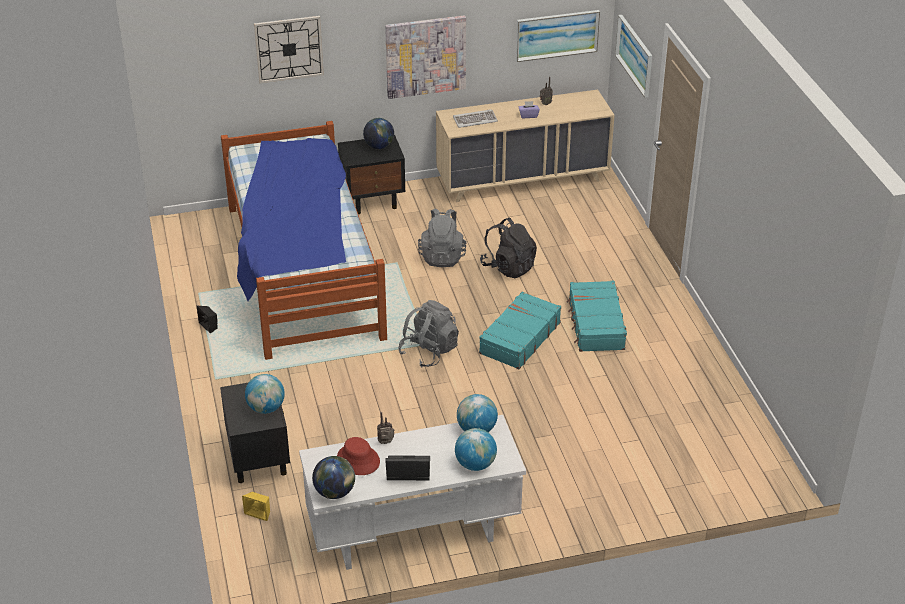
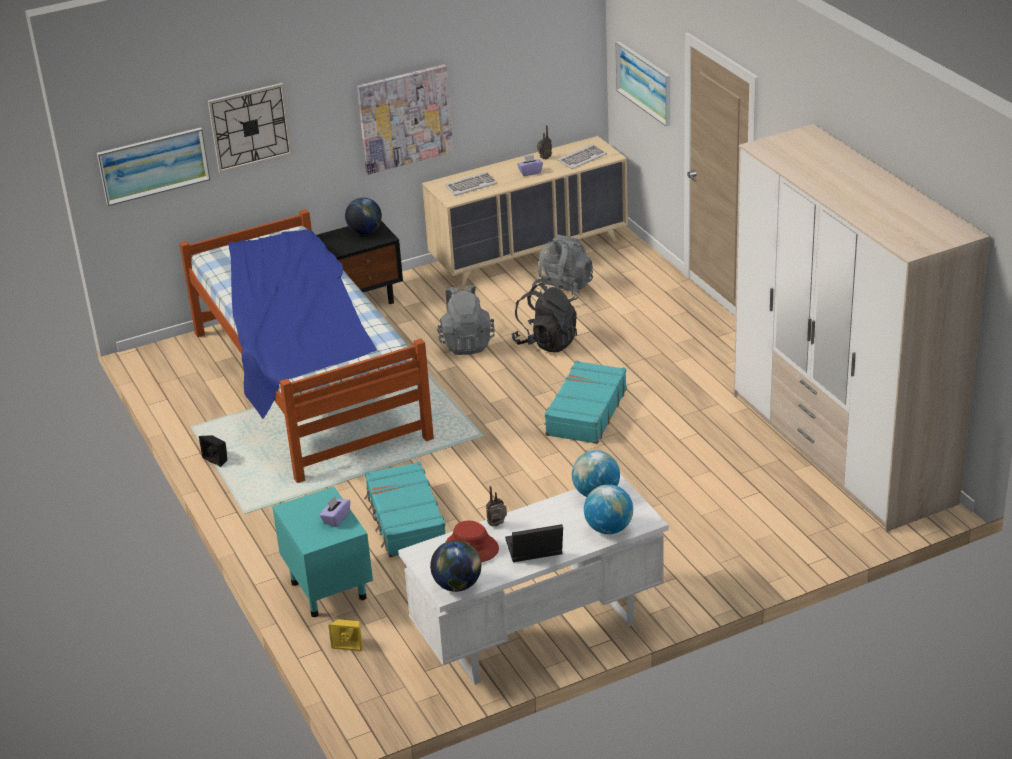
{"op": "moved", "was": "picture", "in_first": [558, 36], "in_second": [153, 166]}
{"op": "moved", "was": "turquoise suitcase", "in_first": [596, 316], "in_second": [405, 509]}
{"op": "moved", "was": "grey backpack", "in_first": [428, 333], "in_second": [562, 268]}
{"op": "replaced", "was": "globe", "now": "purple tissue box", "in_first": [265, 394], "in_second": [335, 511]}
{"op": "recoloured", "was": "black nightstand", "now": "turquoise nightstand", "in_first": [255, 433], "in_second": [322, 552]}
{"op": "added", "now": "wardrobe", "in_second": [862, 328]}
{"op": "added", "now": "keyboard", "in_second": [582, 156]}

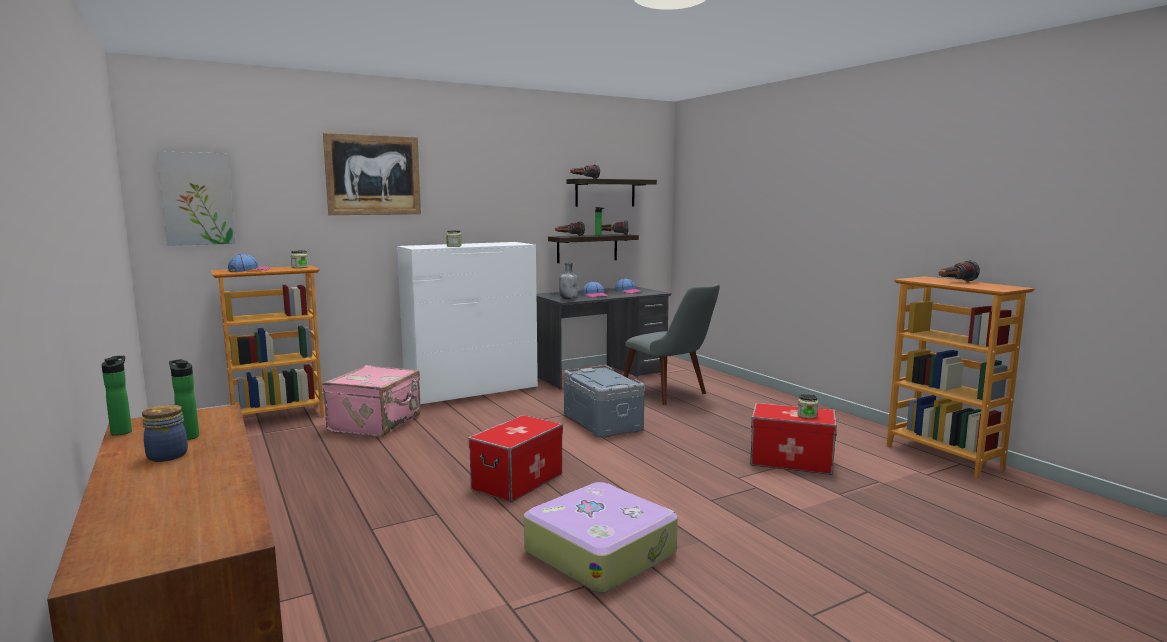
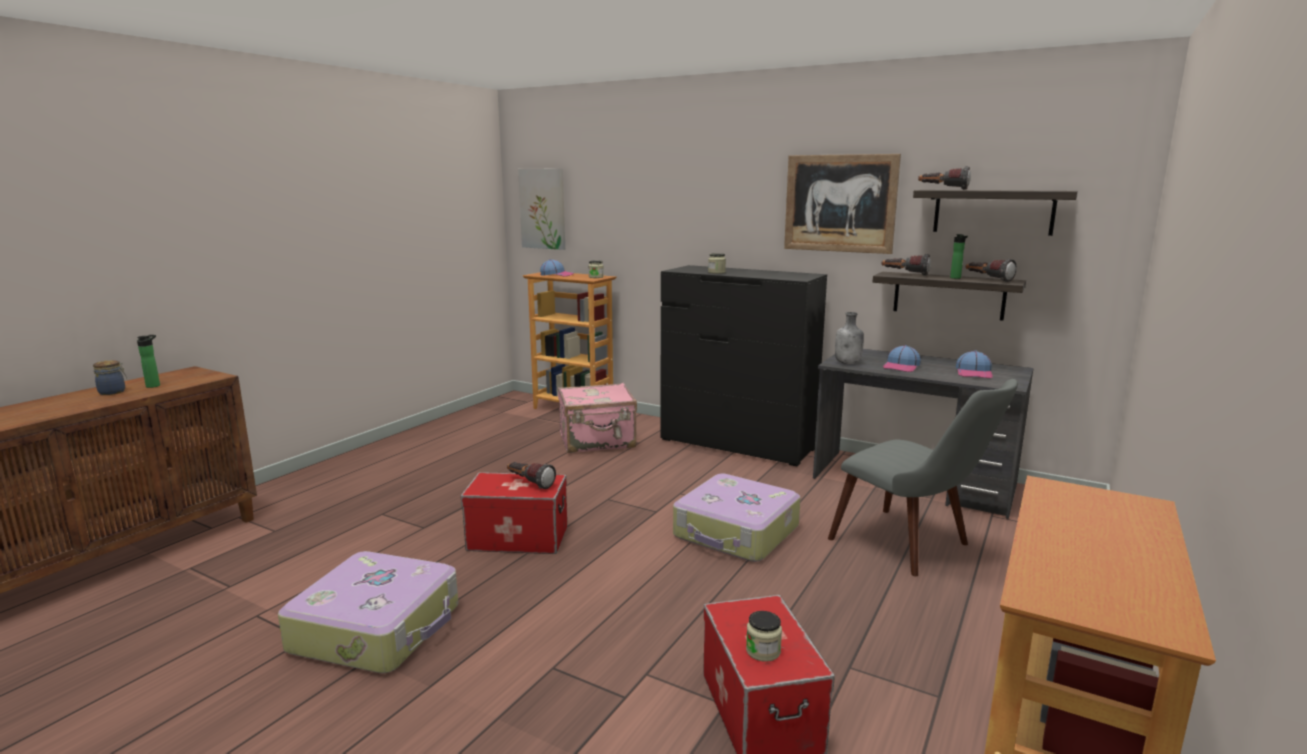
{"op": "moved", "was": "picture", "in_first": [372, 174], "in_second": [842, 204]}
{"op": "recoloured", "was": "white dresser", "now": "black dresser", "in_first": [467, 324], "in_second": [743, 366]}
{"op": "moved", "was": "flashlight", "in_first": [959, 271], "in_second": [531, 475]}
{"op": "turned", "was": "grey chair", "in_first": [671, 344], "in_second": [923, 477], "clockwise": -60}
{"op": "removed", "was": "bottle", "in_first": [116, 396]}
{"op": "replaced", "was": "grey storage box", "now": "suitcase", "in_first": [604, 401], "in_second": [737, 518]}

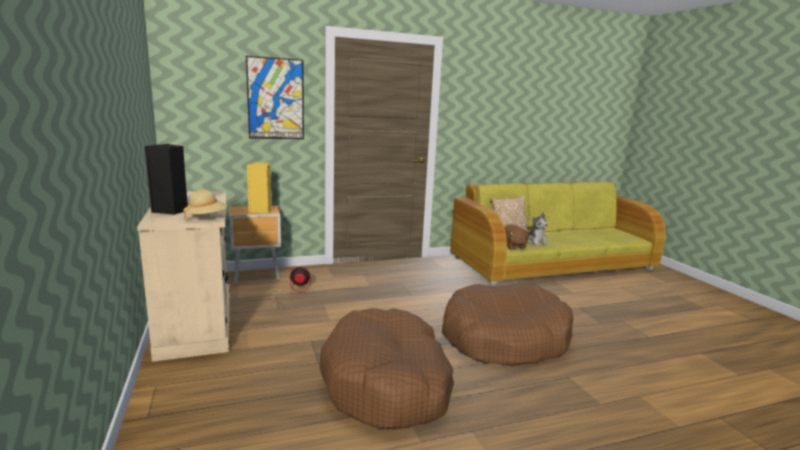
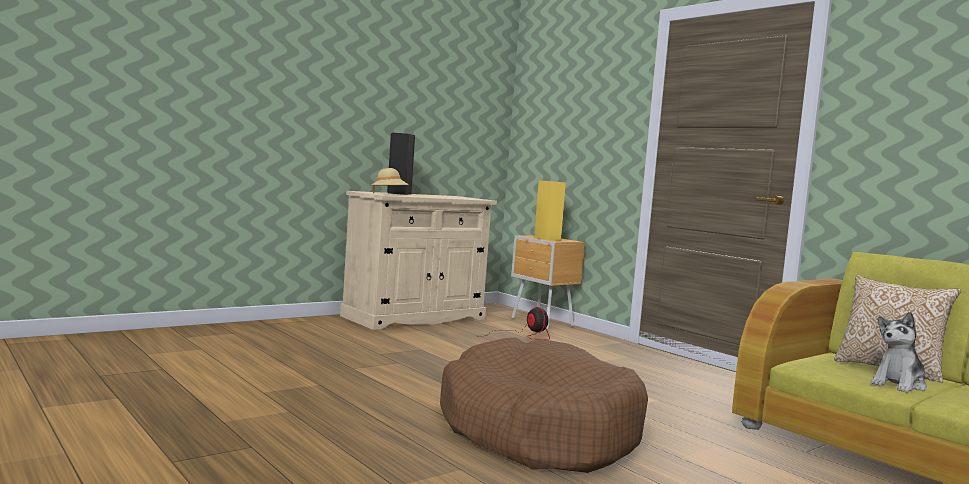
{"op": "removed", "was": "picture", "in_first": [275, 97]}
{"op": "removed", "was": "brown plush toy", "in_first": [517, 237]}
{"op": "removed", "was": "brown dog bed", "in_first": [386, 368]}

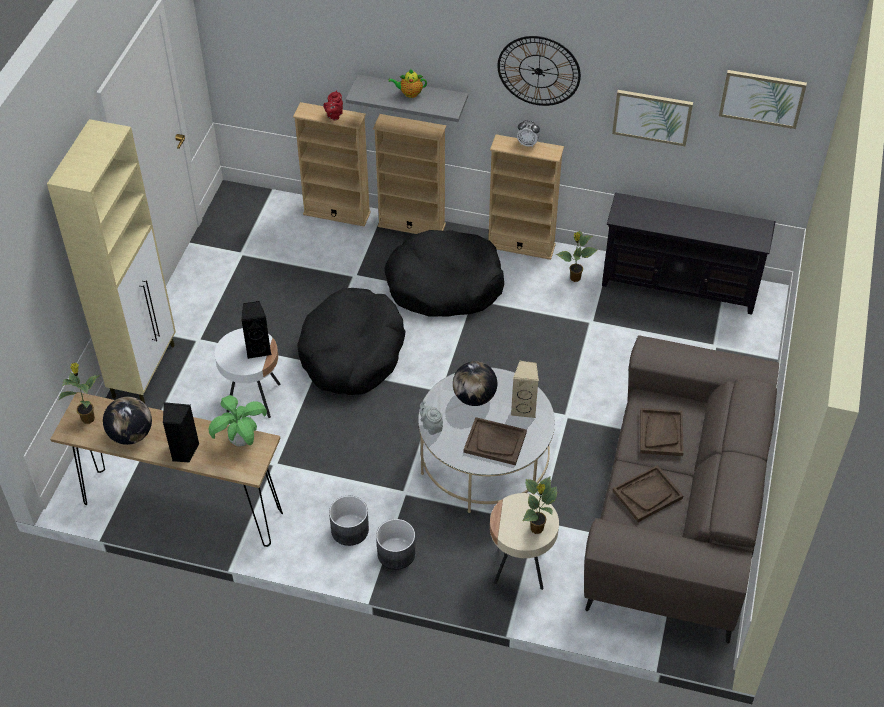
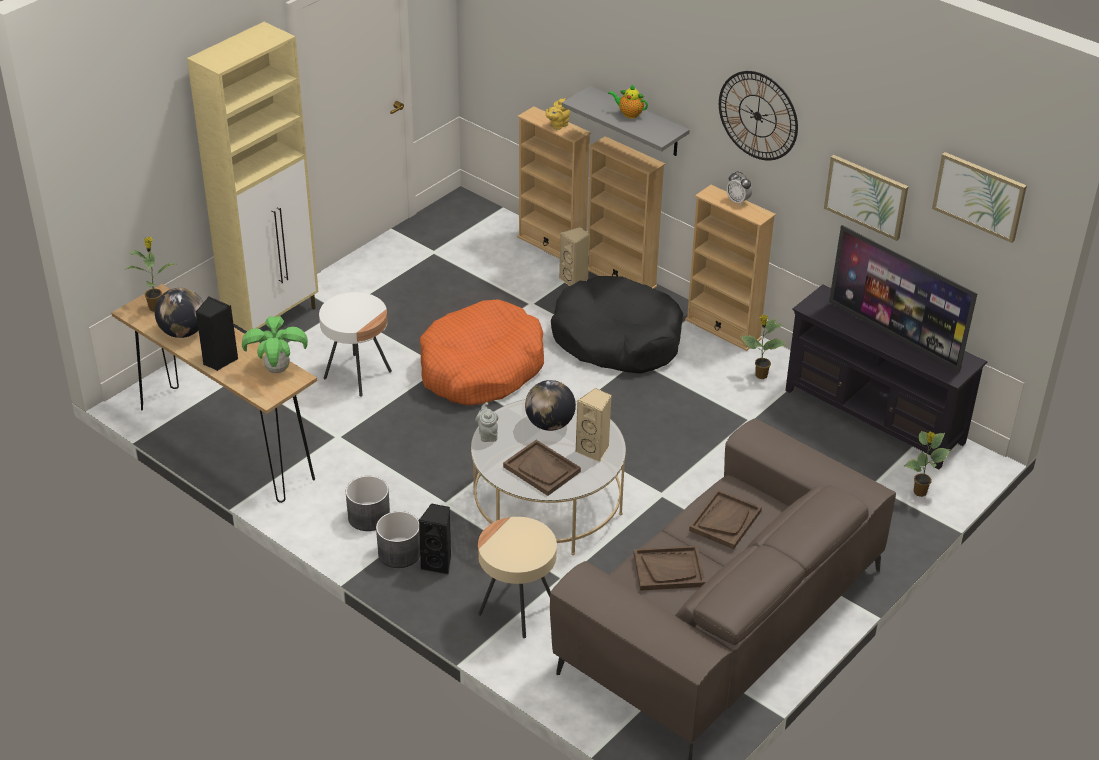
{"op": "recoloured", "was": "red teapot", "now": "yellow teapot", "in_first": [333, 105], "in_second": [558, 114]}
{"op": "recoloured", "was": "black dog bed", "now": "orange dog bed", "in_first": [351, 341], "in_second": [482, 352]}
{"op": "moved", "was": "black speaker", "in_first": [256, 330], "in_second": [435, 539]}
{"op": "moved", "was": "potted plant", "in_first": [539, 505], "in_second": [927, 464]}
{"op": "added", "now": "television", "in_second": [903, 298]}
{"op": "added", "now": "beige speaker", "in_second": [574, 256]}

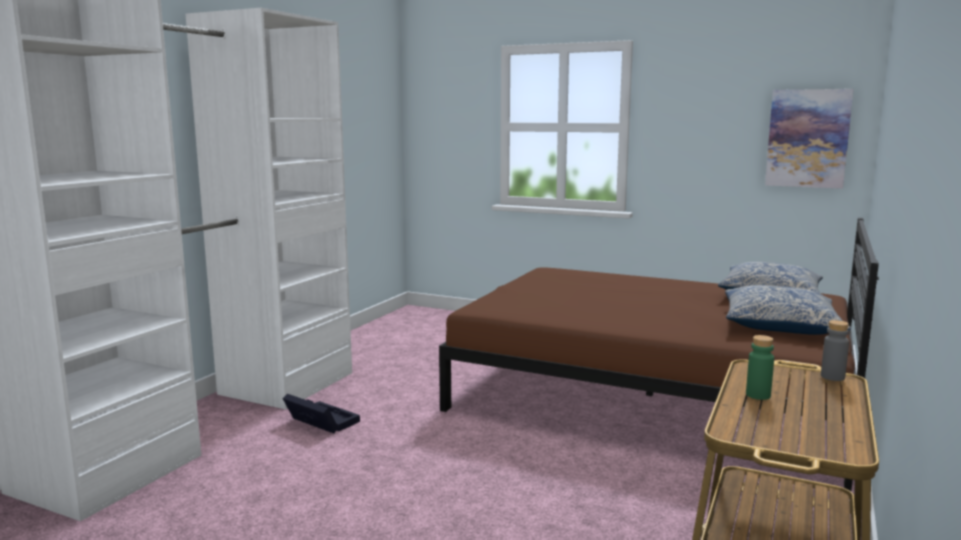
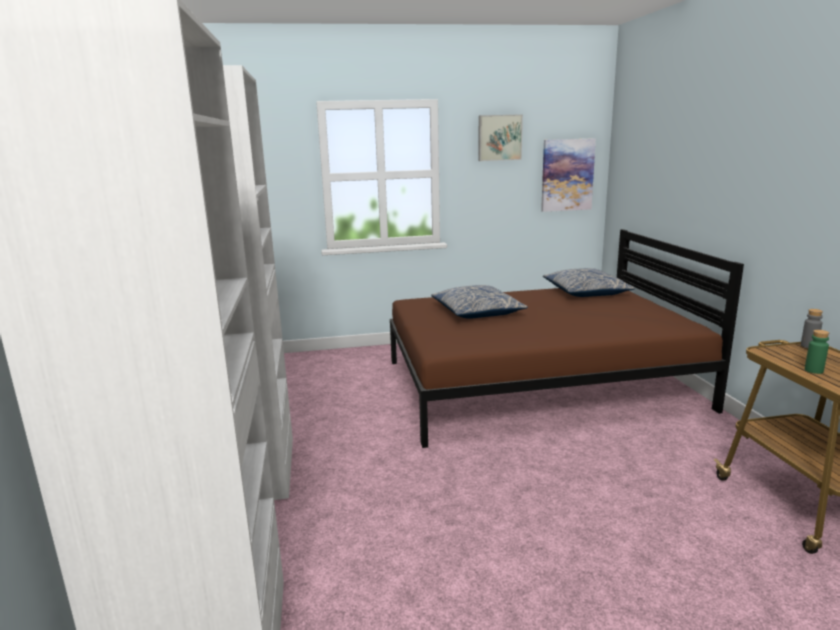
{"op": "moved", "was": "pillow", "in_first": [788, 310], "in_second": [479, 302]}
{"op": "removed", "was": "black storage box", "in_first": [321, 414]}
{"op": "added", "now": "picture", "in_second": [500, 137]}

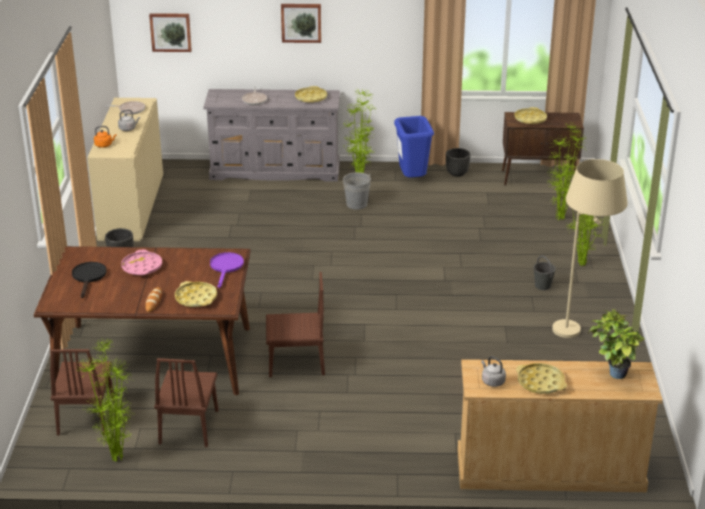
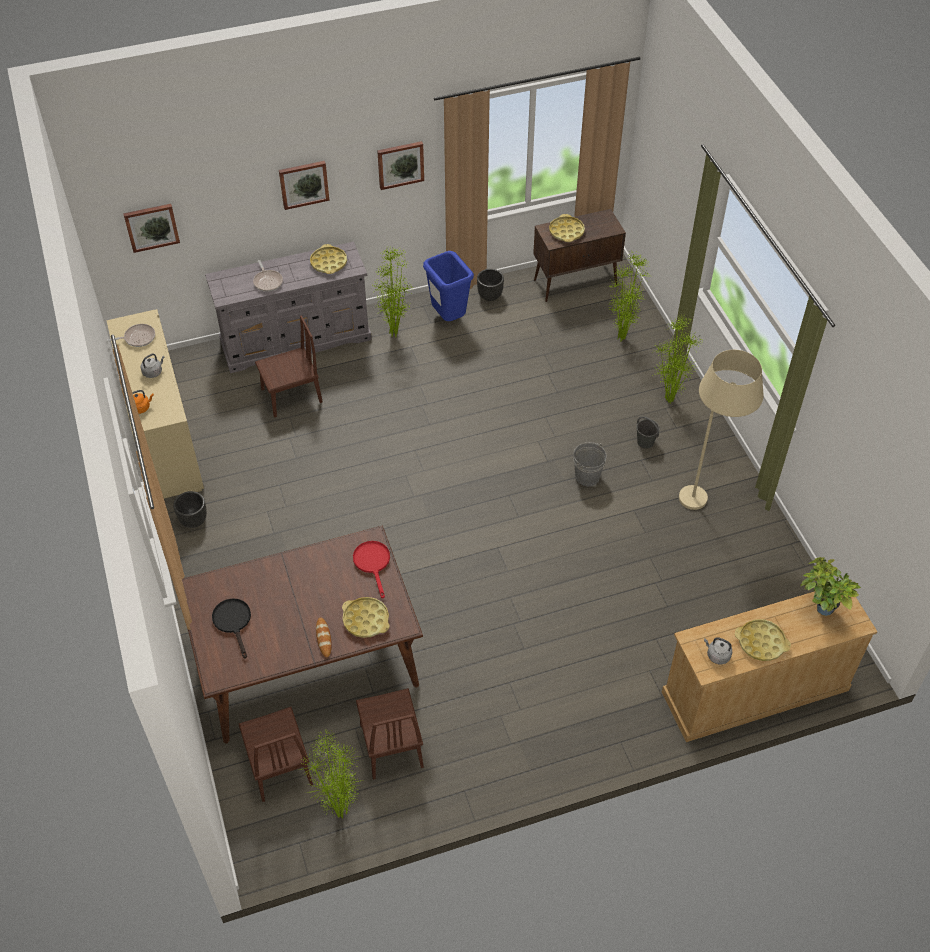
{"op": "moved", "was": "grey bucket", "in_first": [356, 191], "in_second": [589, 464]}
{"op": "removed", "was": "pink tray", "in_first": [141, 262]}
{"op": "recoloured", "was": "purple frying pan", "now": "red frying pan", "in_first": [227, 270], "in_second": [371, 569]}
{"op": "moved", "was": "brown chair", "in_first": [295, 324], "in_second": [289, 366]}
{"op": "added", "now": "picture", "in_second": [400, 165]}

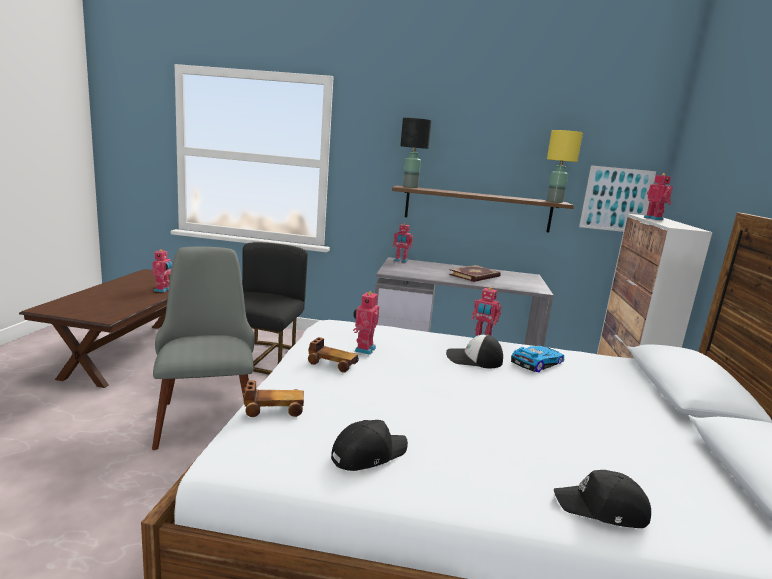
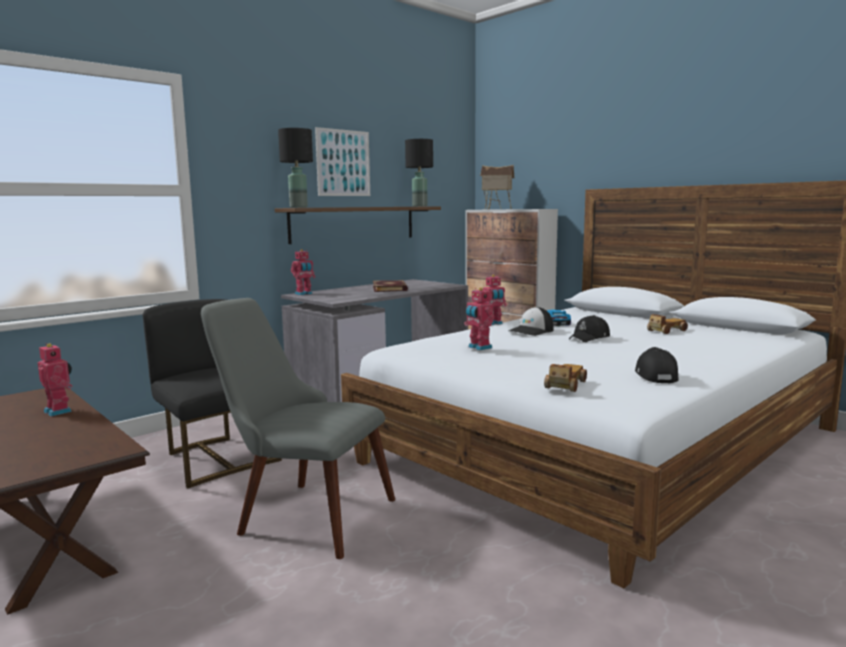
{"op": "recoloured", "was": "yellow table lamp", "now": "black table lamp", "in_first": [565, 166], "in_second": [419, 172]}
{"op": "moved", "was": "picture", "in_first": [617, 198], "in_second": [342, 161]}
{"op": "replaced", "was": "toy robot", "now": "toy house", "in_first": [658, 196], "in_second": [497, 187]}
{"op": "moved", "was": "toy car", "in_first": [333, 355], "in_second": [667, 324]}
{"op": "moved", "was": "black cap", "in_first": [602, 499], "in_second": [589, 328]}

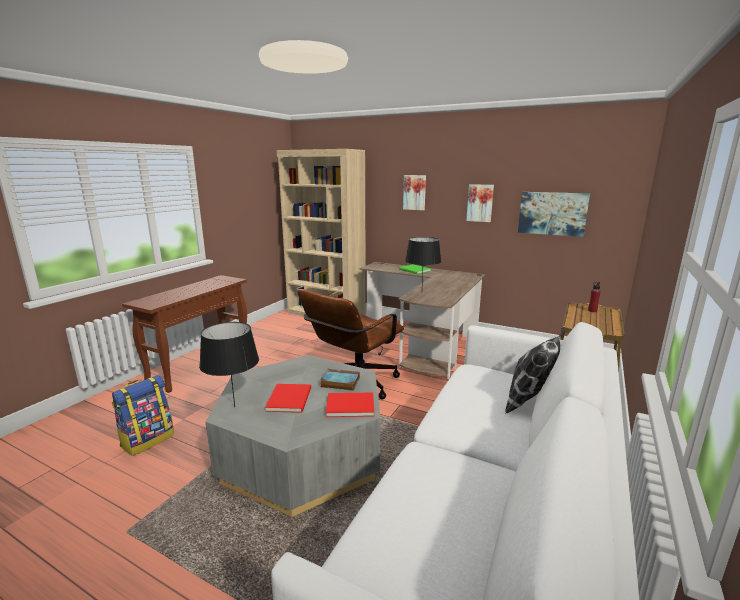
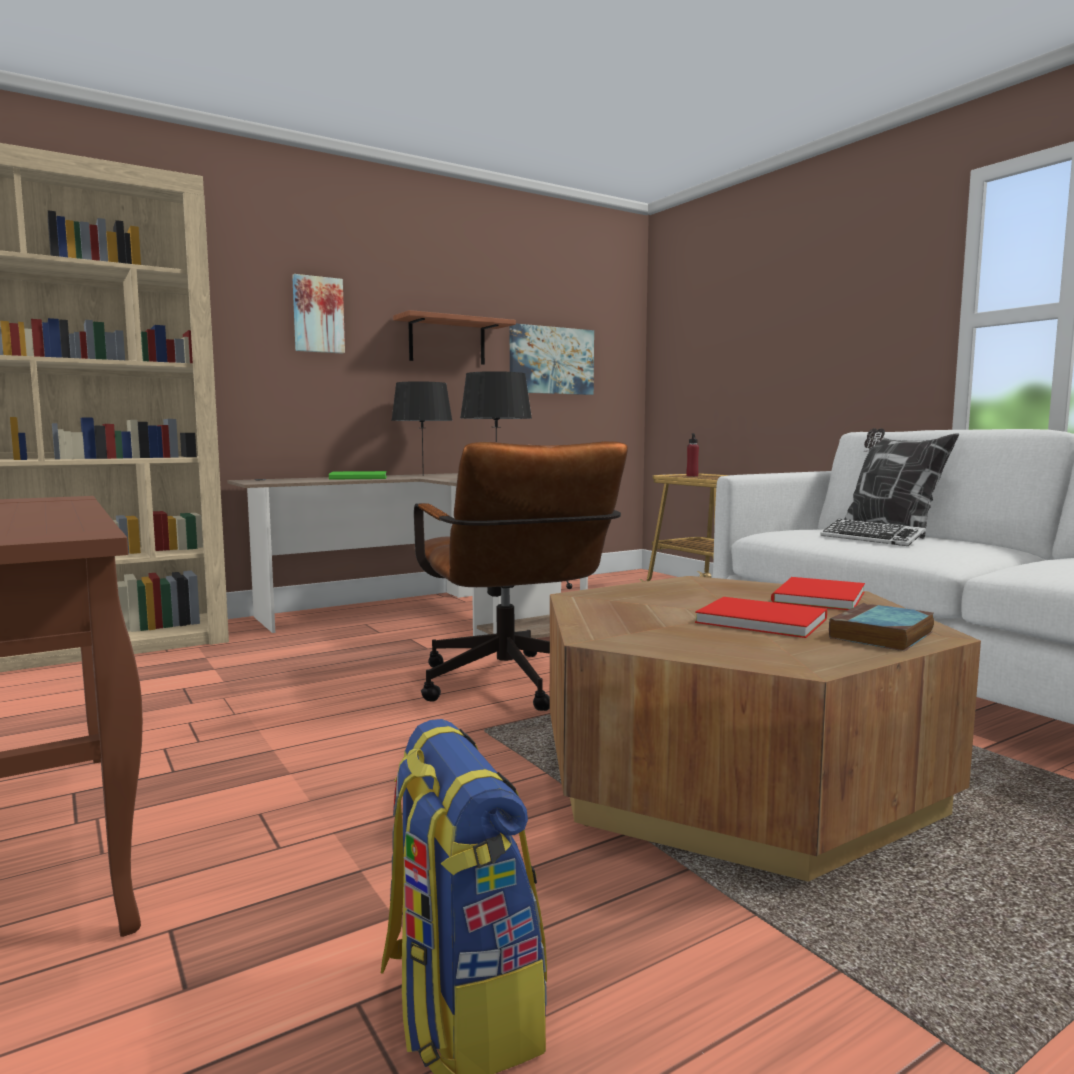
{"op": "replaced", "was": "picture", "now": "shelf", "in_first": [480, 203], "in_second": [454, 337]}
{"op": "moved", "was": "black table lamp", "in_first": [229, 365], "in_second": [422, 428]}
{"op": "recoloured", "was": "grey coffee table", "now": "brown coffee table", "in_first": [293, 436], "in_second": [765, 729]}
{"op": "moved", "was": "book", "in_first": [340, 380], "in_second": [881, 627]}
{"op": "added", "now": "keyboard", "in_second": [873, 532]}

